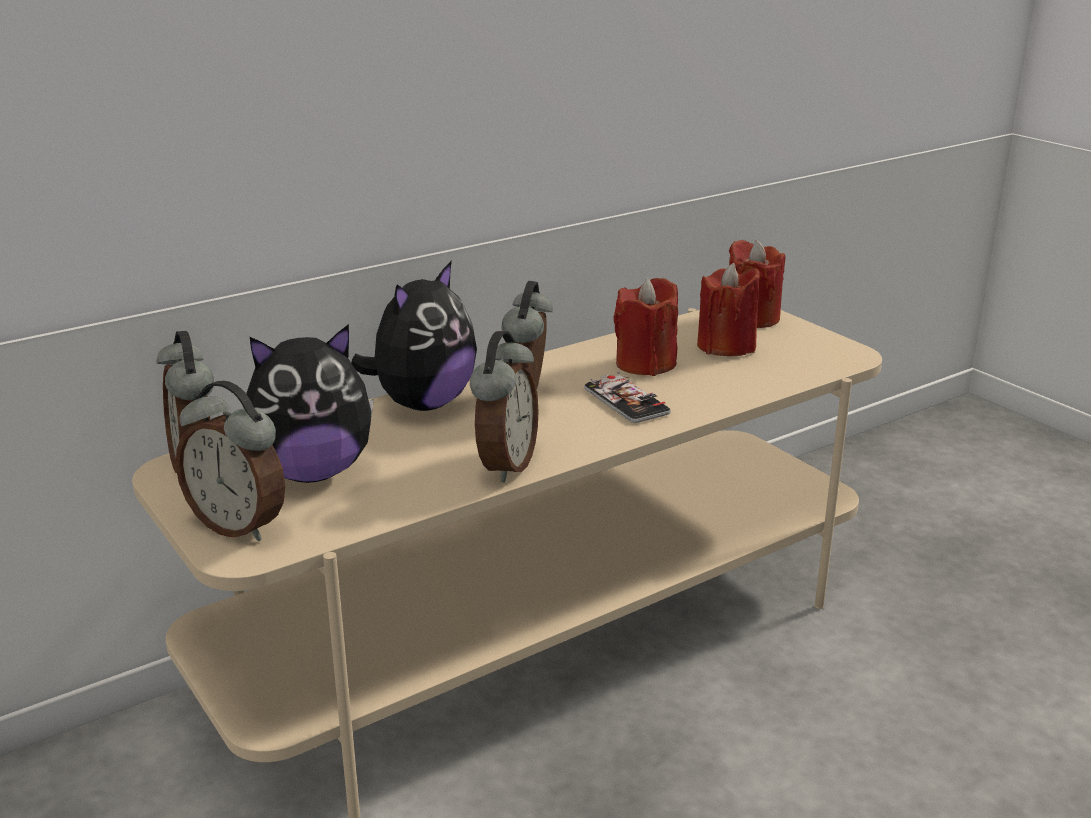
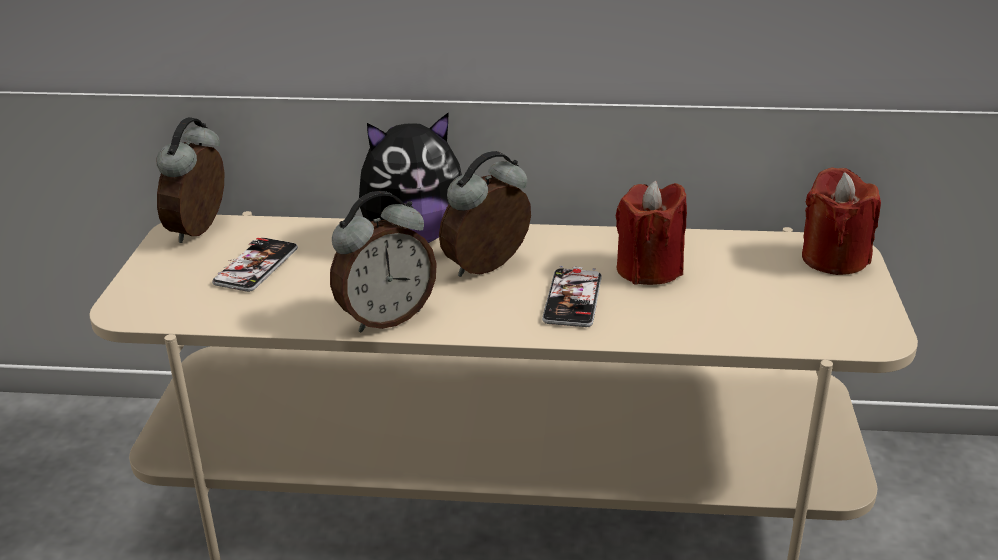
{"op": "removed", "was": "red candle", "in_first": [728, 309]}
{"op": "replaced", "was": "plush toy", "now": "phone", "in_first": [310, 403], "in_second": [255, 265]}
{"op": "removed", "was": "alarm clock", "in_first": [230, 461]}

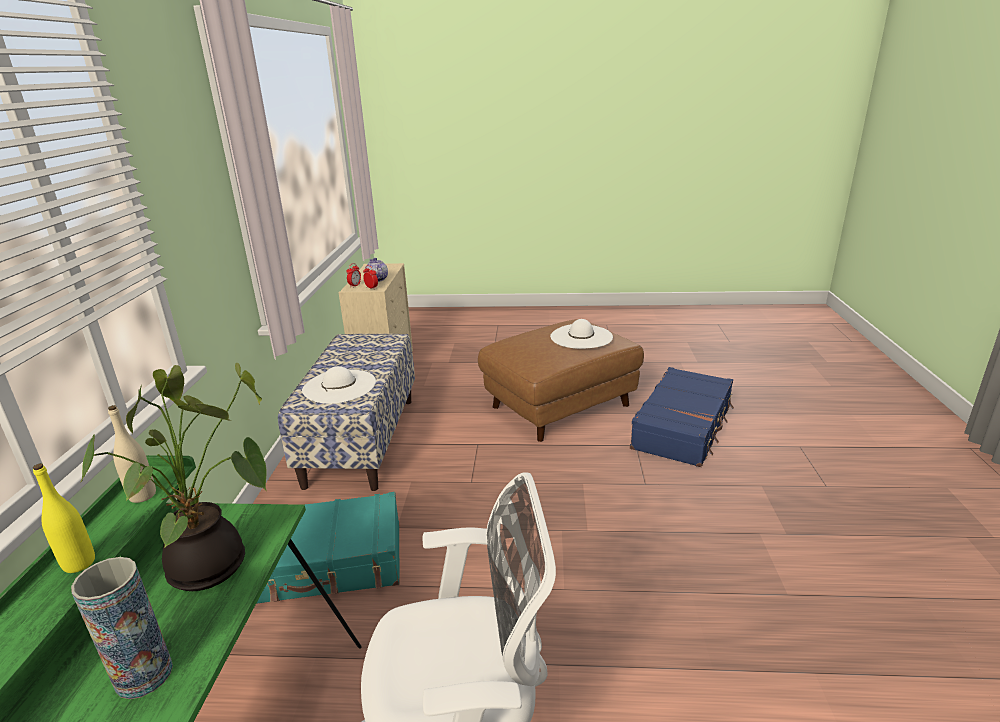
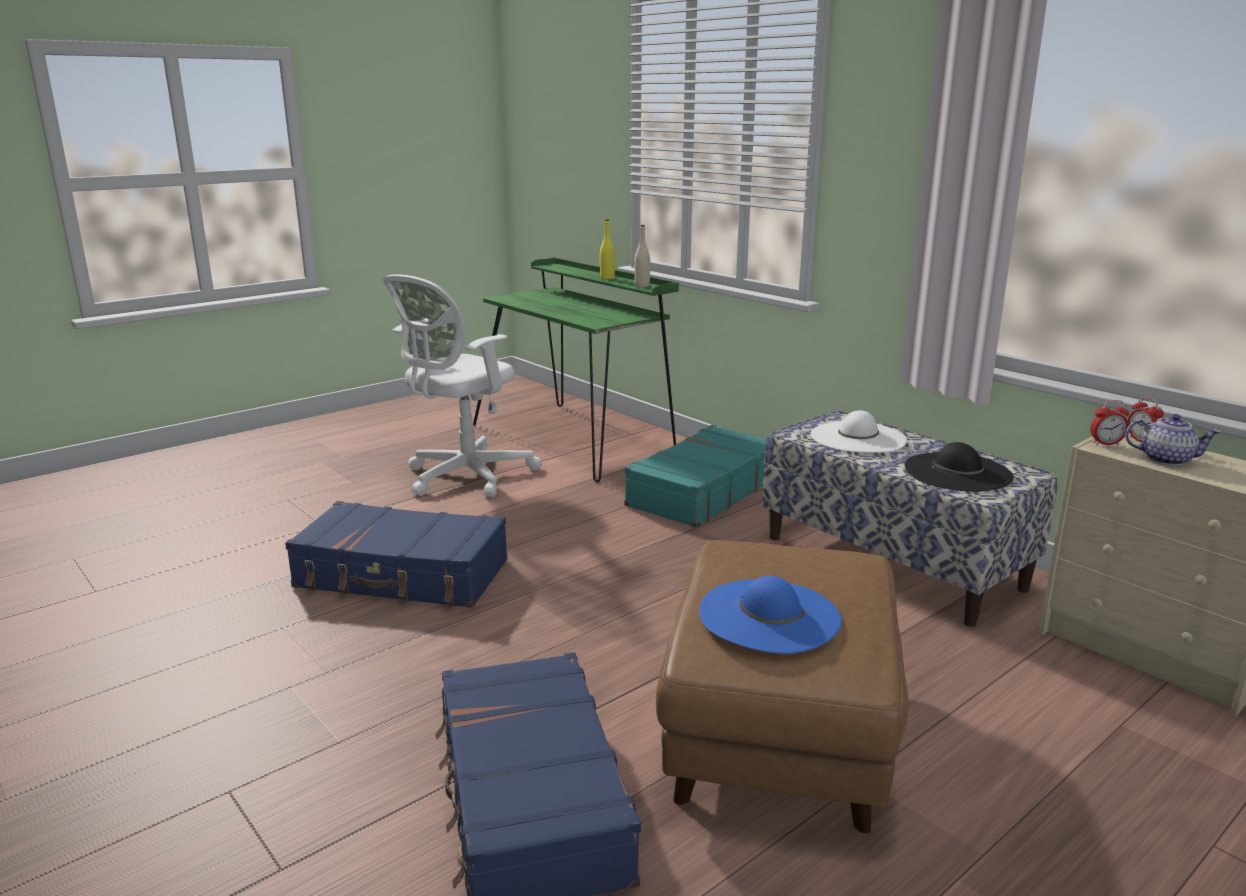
{"op": "recoloured", "was": "white hat", "now": "blue hat", "in_first": [581, 334], "in_second": [770, 615]}
{"op": "removed", "was": "potted plant", "in_first": [173, 477]}
{"op": "removed", "was": "vase", "in_first": [122, 628]}
{"op": "added", "now": "black hat", "in_second": [959, 467]}
{"op": "added", "now": "blue suitcase", "in_second": [396, 554]}

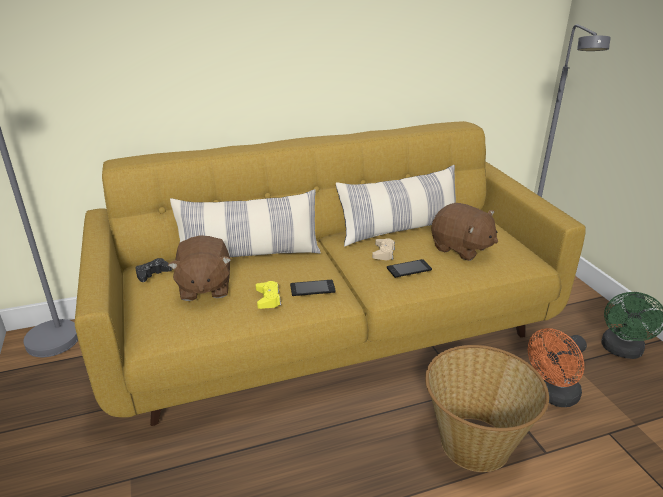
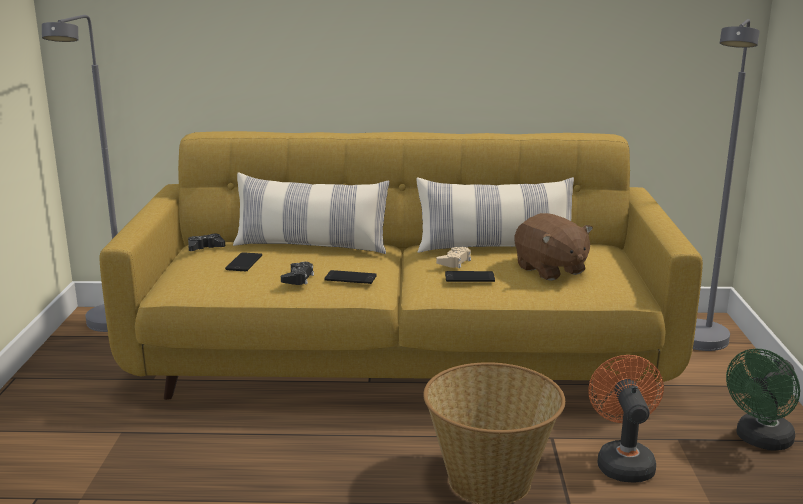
{"op": "replaced", "was": "brown plush toy", "now": "phone", "in_first": [199, 268], "in_second": [243, 261]}
{"op": "recoloured", "was": "yellow game controller", "now": "black game controller", "in_first": [268, 295], "in_second": [297, 273]}
{"op": "turned", "was": "orange fan", "in_first": [557, 367], "in_second": [626, 419], "clockwise": 105}

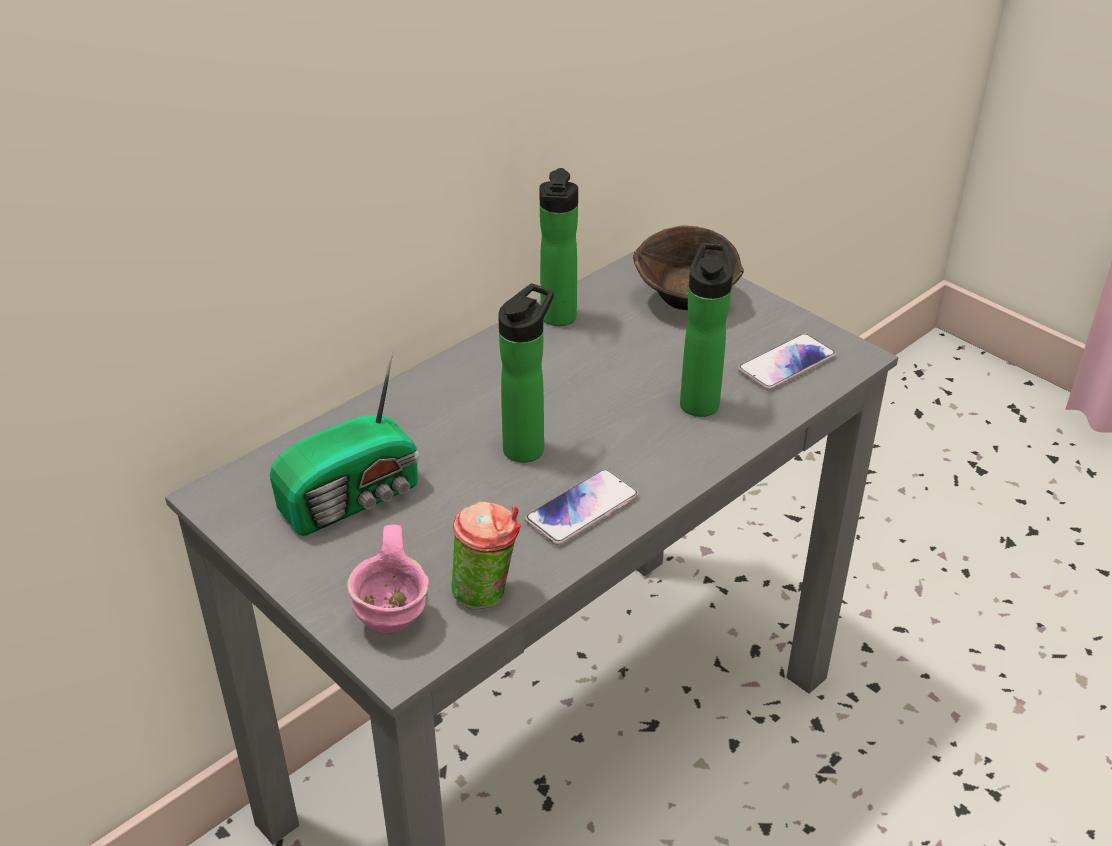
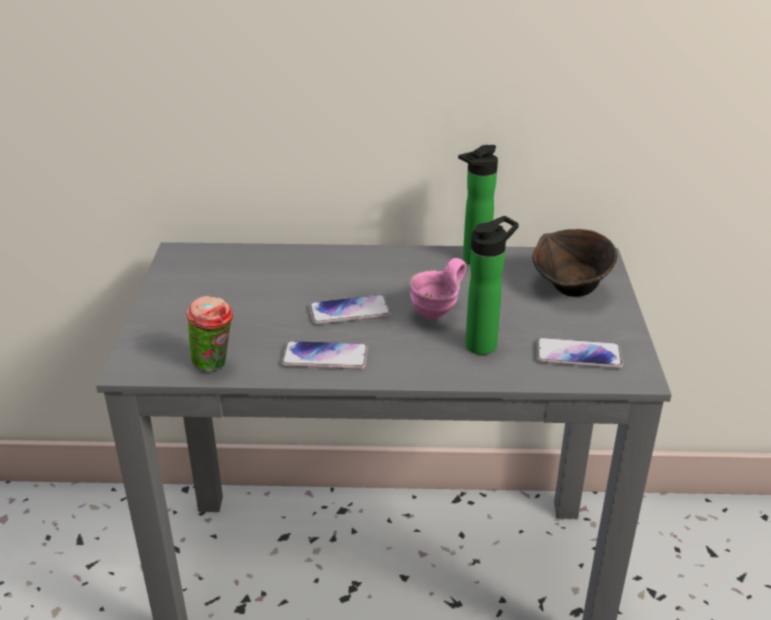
{"op": "replaced", "was": "bottle", "now": "phone", "in_first": [526, 373], "in_second": [350, 309]}
{"op": "removed", "was": "radio", "in_first": [344, 442]}
{"op": "moved", "was": "pink mug", "in_first": [388, 579], "in_second": [437, 289]}

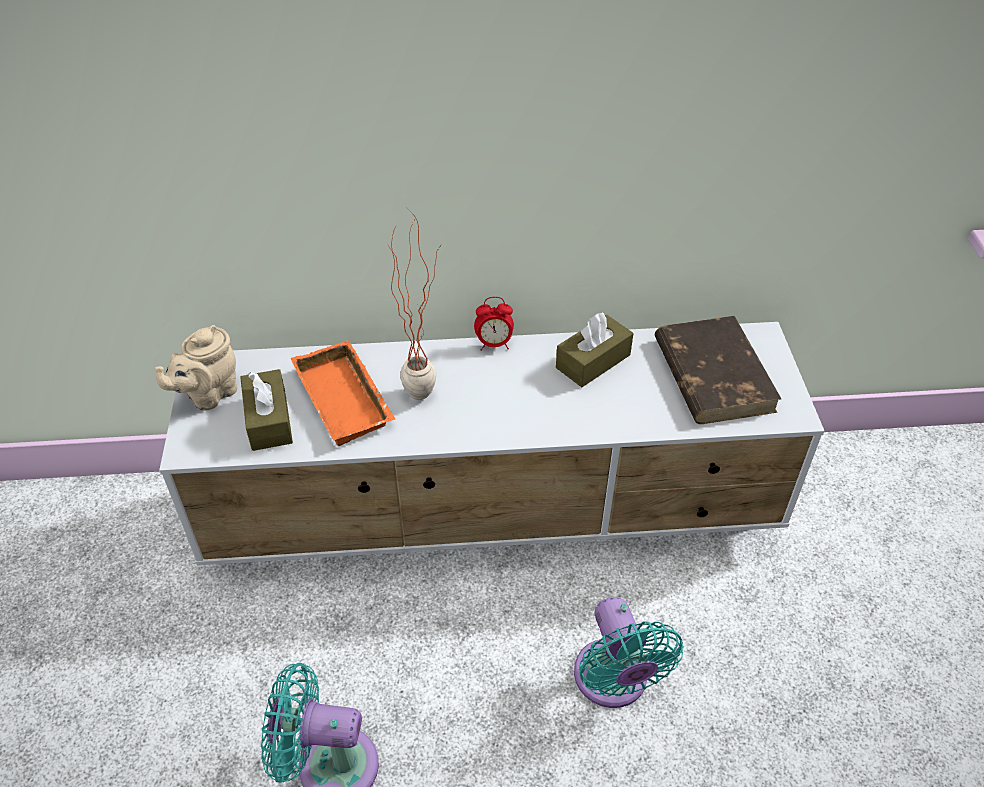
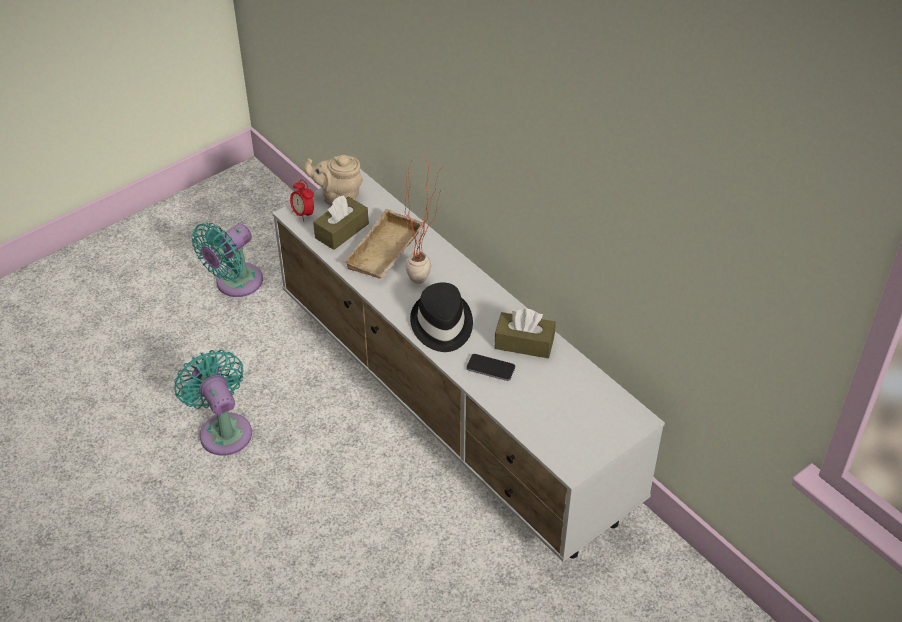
{"op": "moved", "was": "alarm clock", "in_first": [494, 324], "in_second": [302, 200]}
{"op": "removed", "was": "brown book", "in_first": [718, 370]}
{"op": "recoloured", "was": "orange tray", "now": "beige tray", "in_first": [343, 393], "in_second": [383, 244]}
{"op": "moved", "was": "turquoise fan", "in_first": [628, 652], "in_second": [227, 260]}
{"op": "added", "now": "black hat", "in_second": [441, 317]}
{"op": "added", "now": "phone", "in_second": [490, 367]}

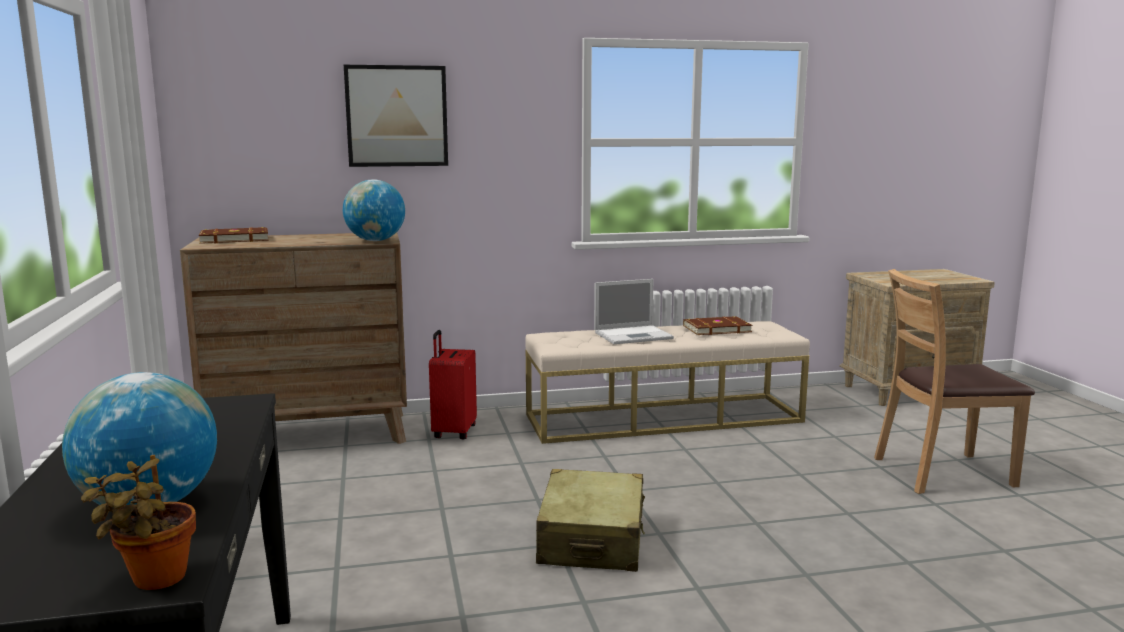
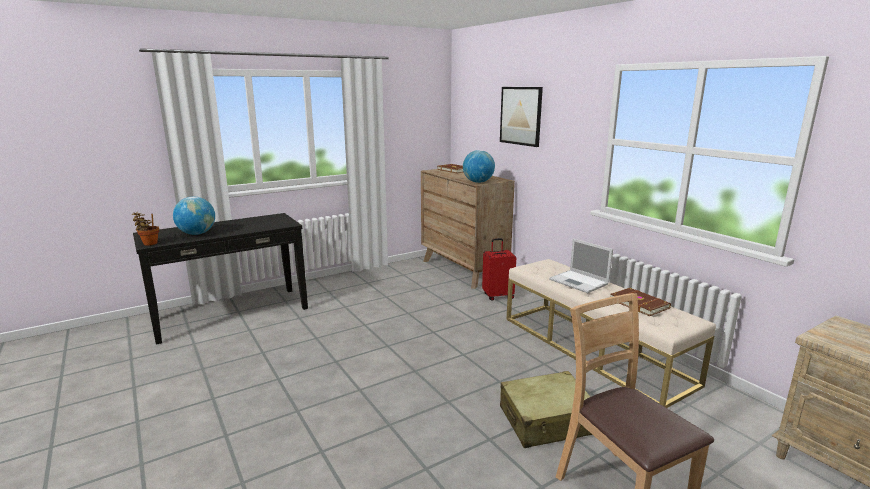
{"op": "moved", "was": "beige suitcase", "in_first": [590, 520], "in_second": [546, 409]}

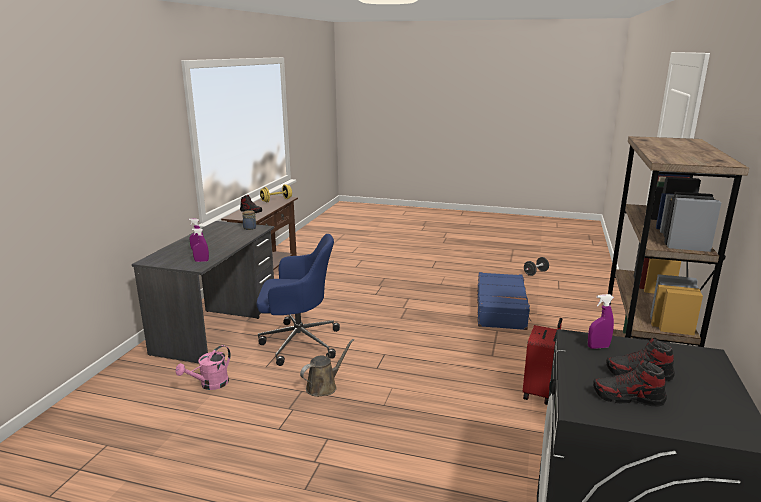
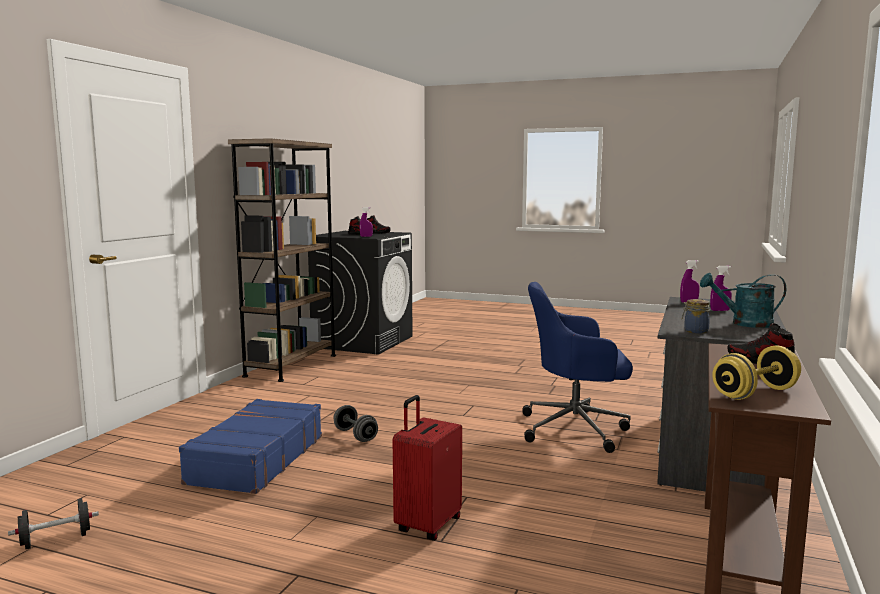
{"op": "moved", "was": "red suitcase", "in_first": [542, 361], "in_second": [427, 467]}
{"op": "removed", "was": "brown watering can", "in_first": [327, 368]}
{"op": "removed", "was": "pink watering can", "in_first": [203, 367]}
{"op": "added", "now": "turquoise watering can", "in_second": [743, 300]}
{"op": "added", "now": "grey dumbbell", "in_second": [356, 423]}

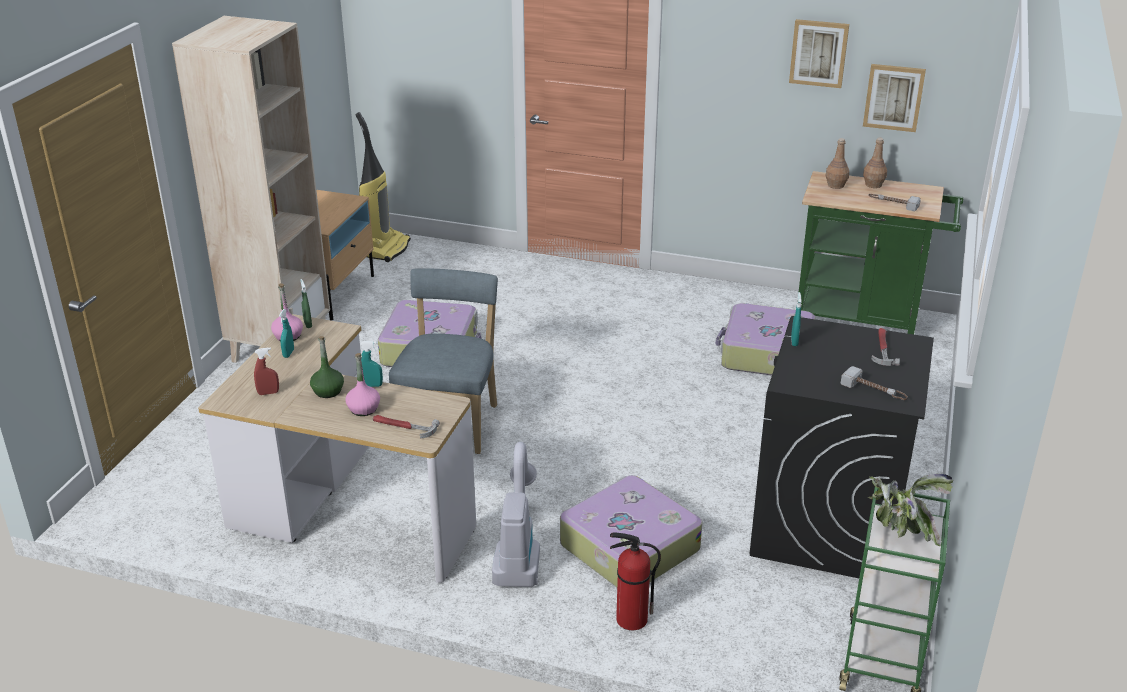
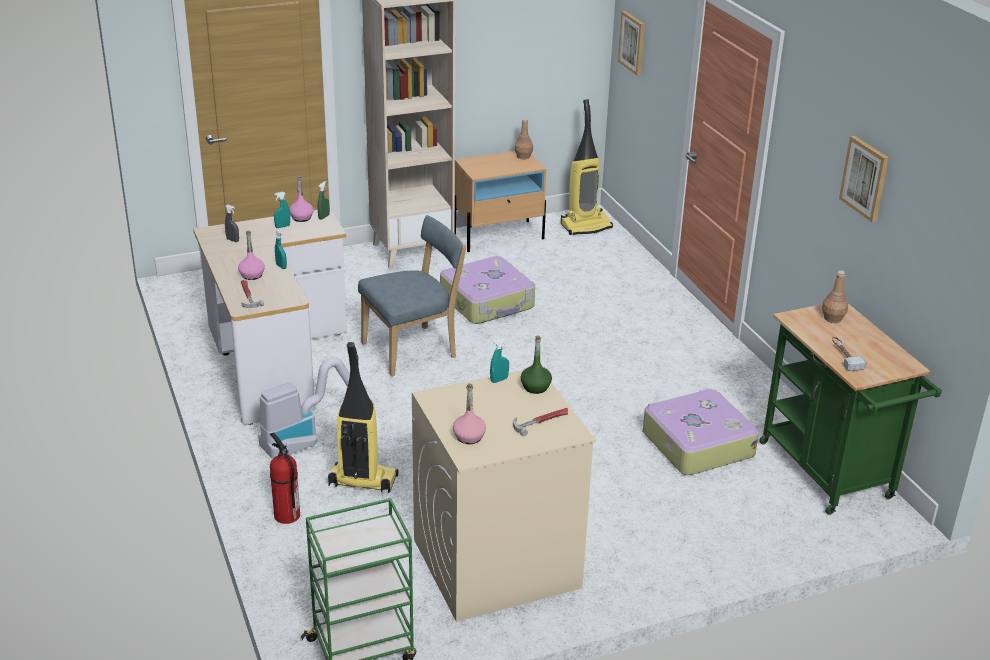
{"op": "moved", "was": "picture", "in_first": [894, 98], "in_second": [631, 43]}
{"op": "moved", "was": "brown bottle", "in_first": [875, 163], "in_second": [524, 139]}
{"op": "recoloured", "was": "black washing machine", "now": "beige washing machine", "in_first": [842, 447], "in_second": [504, 496]}
{"op": "moved", "was": "green bottle", "in_first": [327, 367], "in_second": [536, 365]}
{"op": "recoloured", "was": "red spray bottle", "now": "grey spray bottle", "in_first": [266, 371], "in_second": [232, 223]}
{"op": "replaced", "was": "hammer", "now": "pink bottle", "in_first": [874, 383], "in_second": [469, 413]}
{"op": "removed", "was": "potted plant", "in_first": [911, 510]}
{"op": "replaced", "was": "suitcase", "now": "vacuum cleaner", "in_first": [631, 531], "in_second": [363, 417]}

